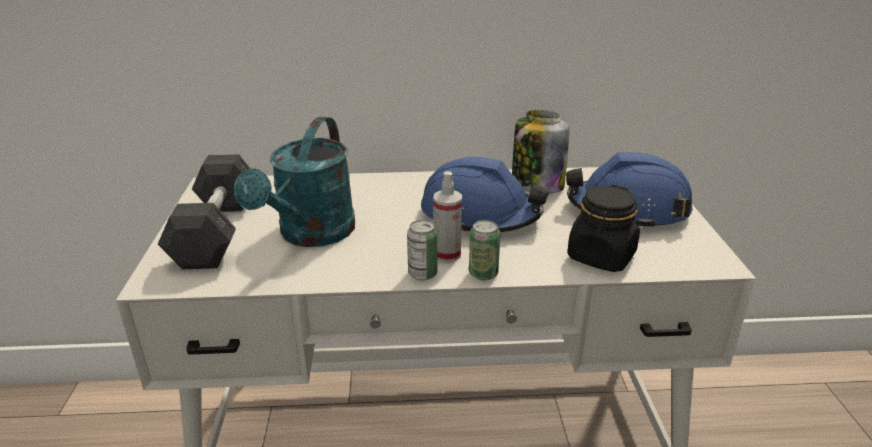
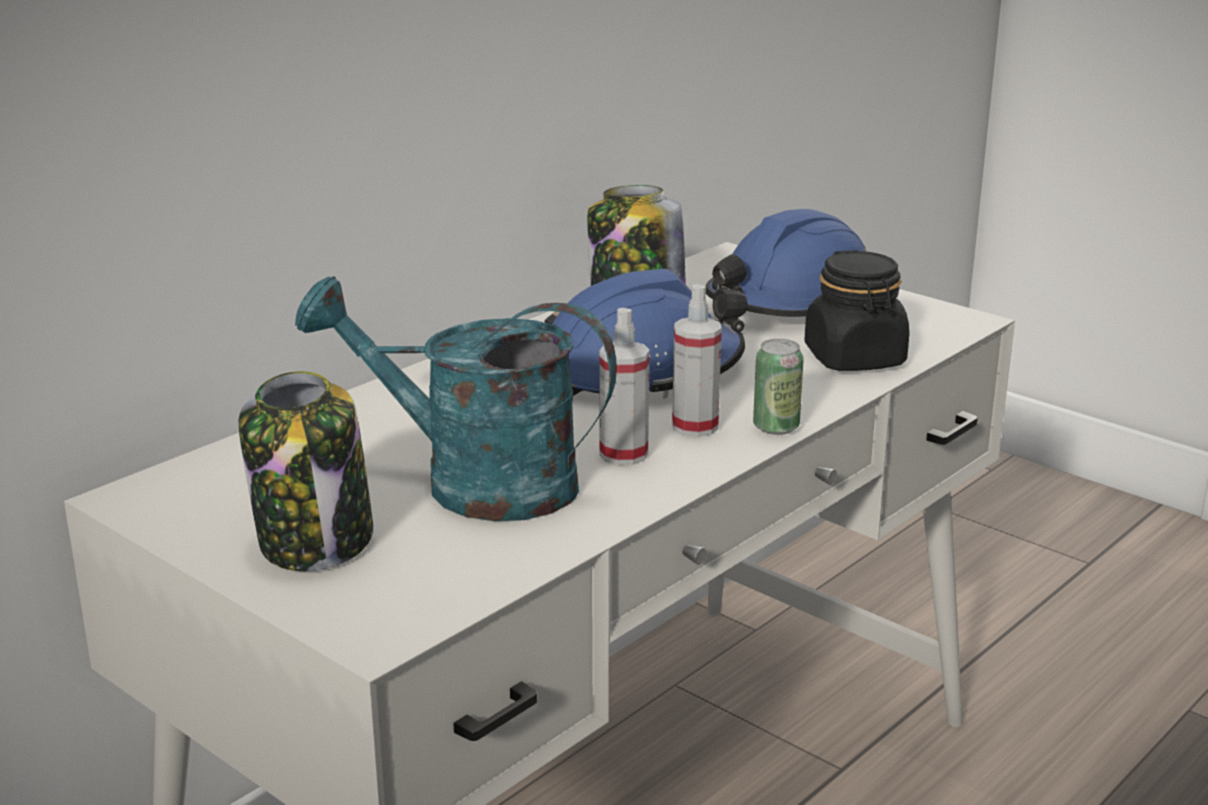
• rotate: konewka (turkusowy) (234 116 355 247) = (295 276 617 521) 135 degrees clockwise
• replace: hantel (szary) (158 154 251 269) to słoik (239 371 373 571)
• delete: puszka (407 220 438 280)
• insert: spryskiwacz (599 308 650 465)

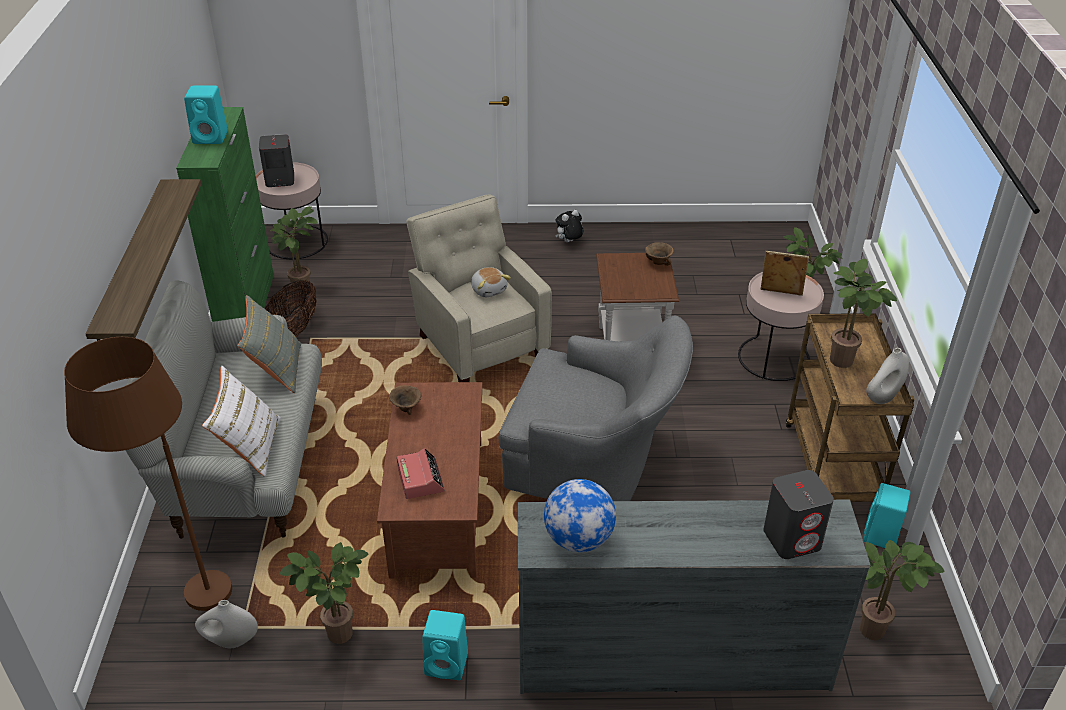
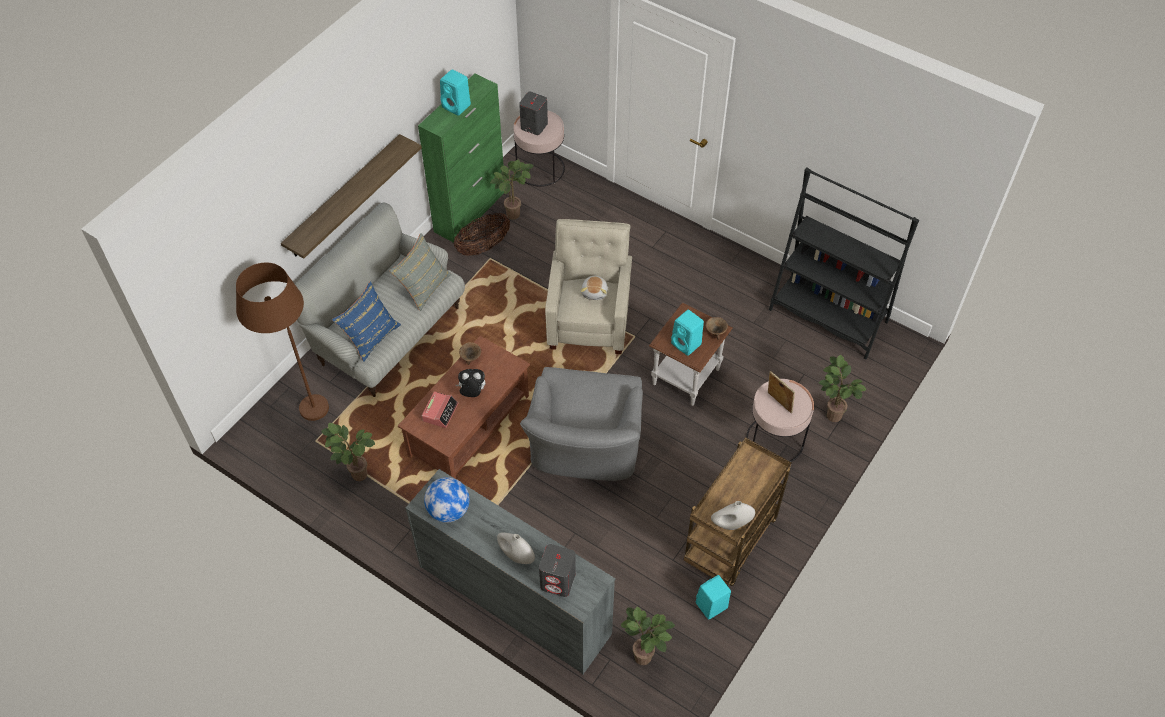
• move: pluszak (555 210 583 242) to (456 369 486 397)
• delete: roślina doniczkowa (830 259 897 368)
• rotate: fotel (szary) (499 315 693 501) = (520 367 643 481) 45 degrees clockwise
• recolor: poduszka (biały) (202 366 281 477) to poduszka (niebieski) (332 281 401 362)
• move: wazon (biały) (195 600 258 648) to (497 532 535 564)
• move: głośnik (turkusowy) (422 610 468 680) to (671 310 704 356)
• insert: regał (czarny) (769 167 919 359)

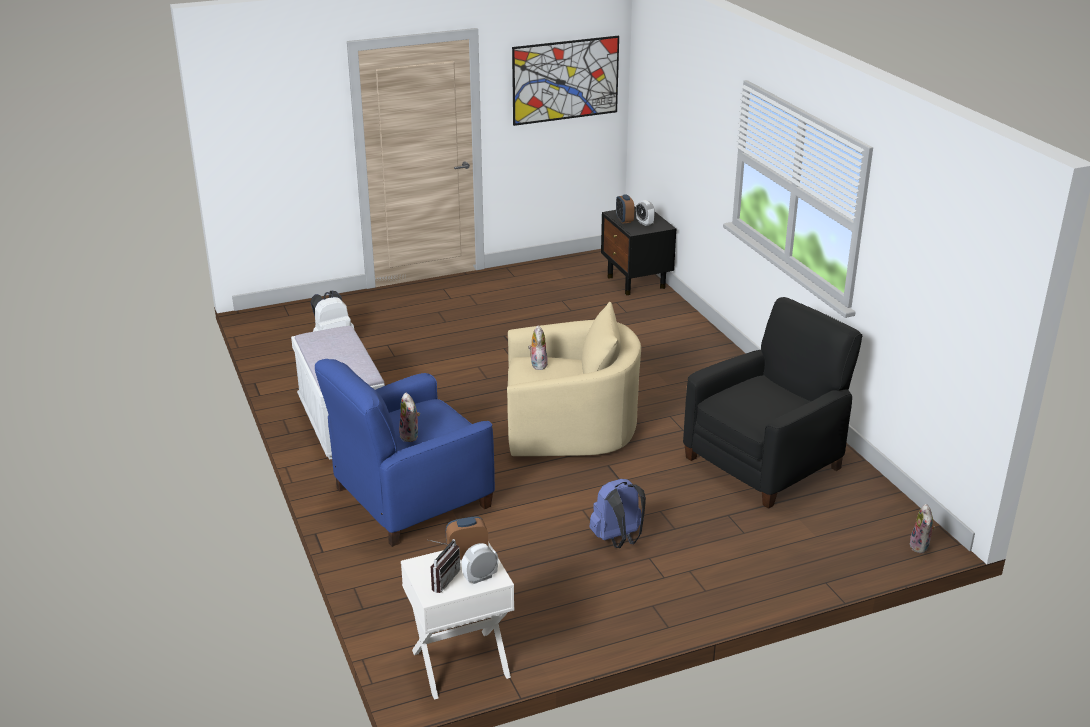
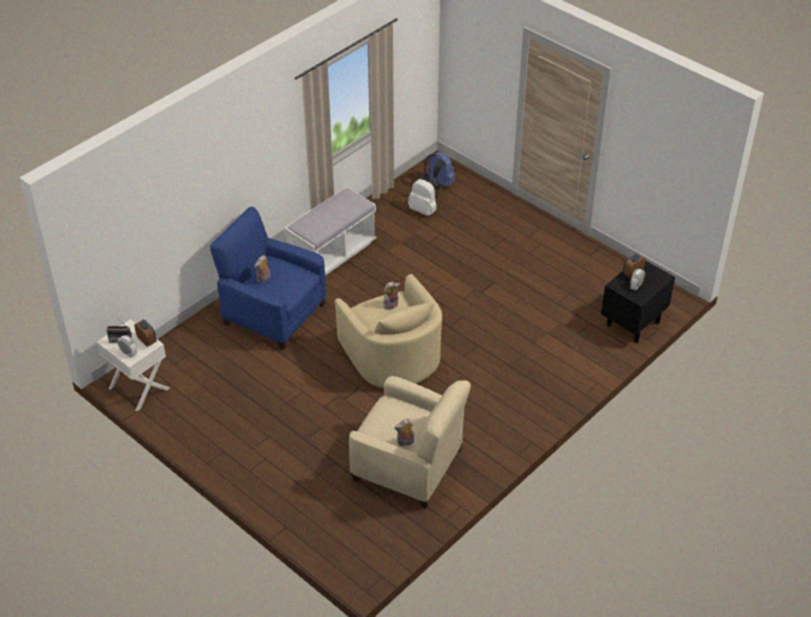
• delete: obraz (512 35 619 126)
• recolor: fotel (czarny) (683 297 862 509) to fotel (beżowy) (349 376 471 509)
• move: plecak (niebieski) (590 479 646 548) to (424 152 455 190)
• move: pluszak (909 504 936 553) to (394 418 414 446)

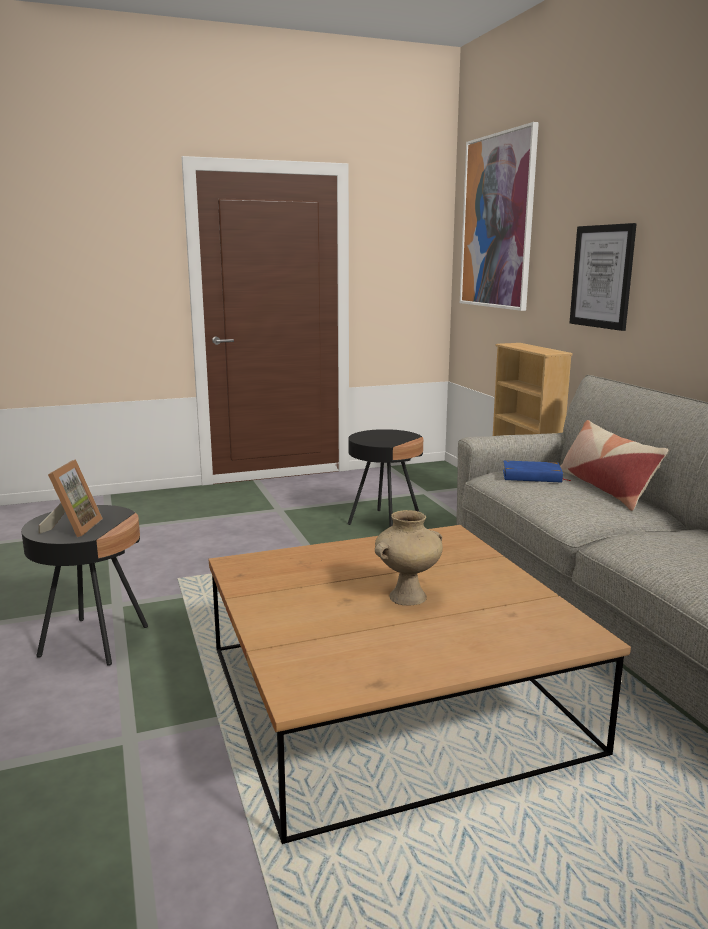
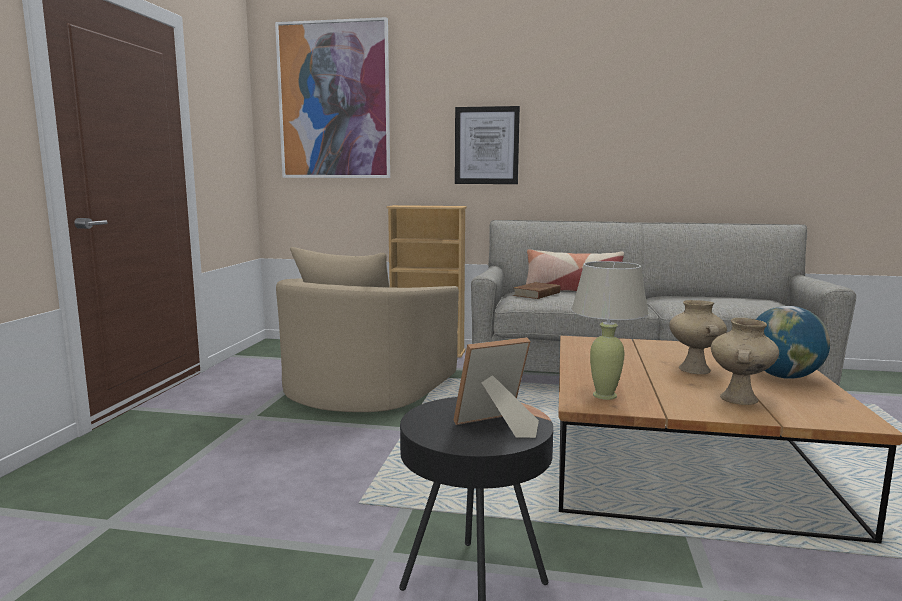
• replace: stolik (czarny) (348 429 423 527) to fotel (beżowy) (276 247 459 412)
• rotate: ramka na zdjęcie (39 459 103 537) = (453 337 539 438) 60 degrees counterclockwise
• recolor: książka (niebieski) (503 460 571 482) to książka (brązowy) (513 282 561 299)
• insert: lampa stołowa (beżowy) (572 261 649 400)
• insert: globus (756 306 830 379)
• insert: wazon (beżowy) (711 318 779 405)

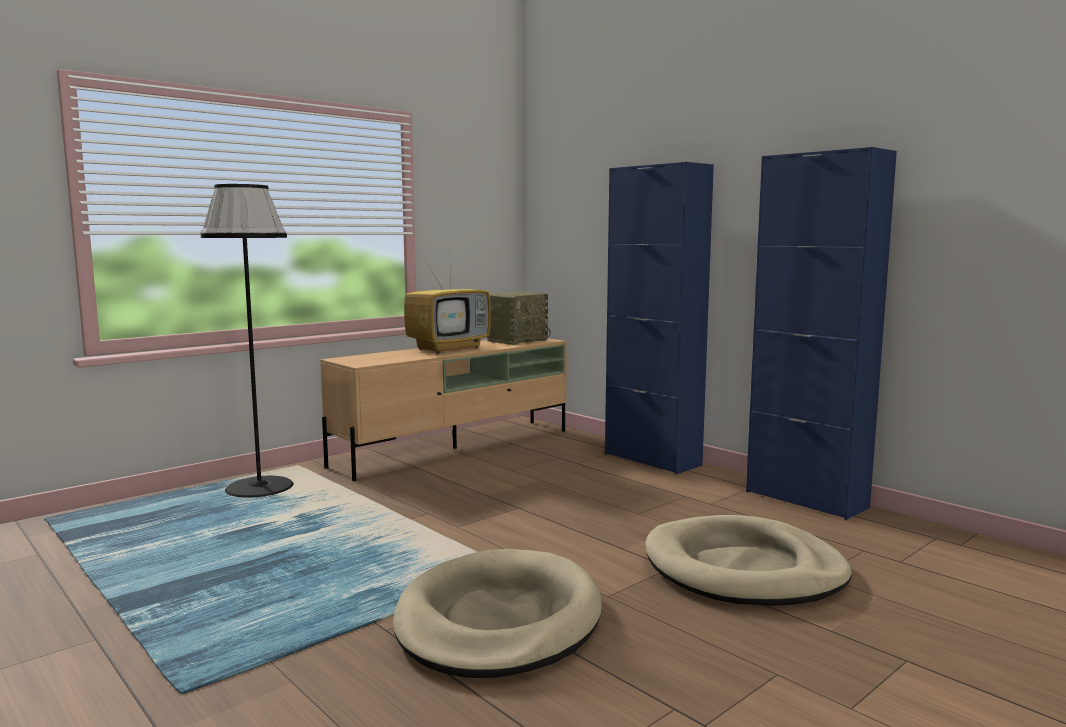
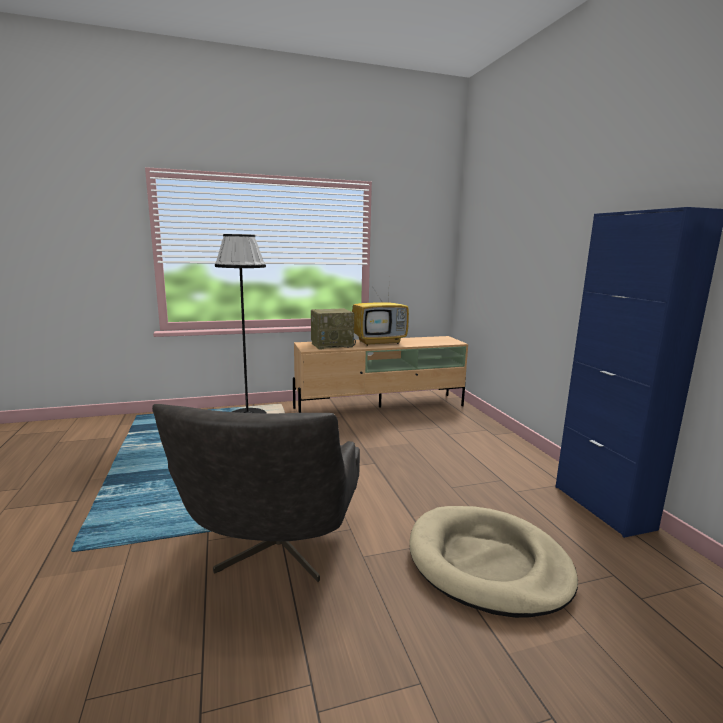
• delete: szafka (niebieski) (605 162 714 474)
• move: radio (487 292 551 345) to (311 308 356 349)
• replace: legowisko (beżowy) (393 549 602 678) to fotel (szary) (152 404 360 582)

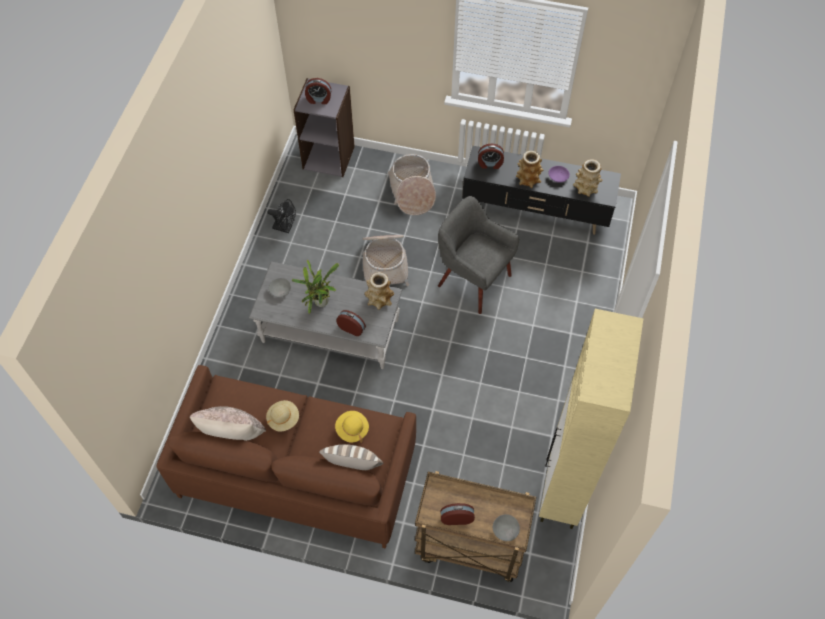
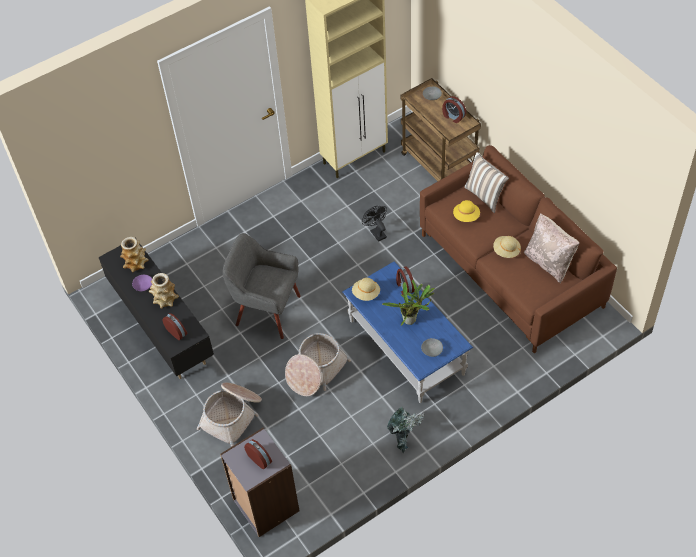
• rotate: fotel (szary) (438 196 519 314) = (223 233 301 339) 120 degrees clockwise
• move: wentylator (czarny) (268 199 296 233) to (362 206 387 242)
• recolor: ława (szary) (249 262 403 369) to ława (niebieski) (342 261 473 403)
• replace: wazon (364 272 394 310) to kapelusz (beżowy) (352 278 380 301)
• insert: roślina doniczkowa (387 407 424 453)

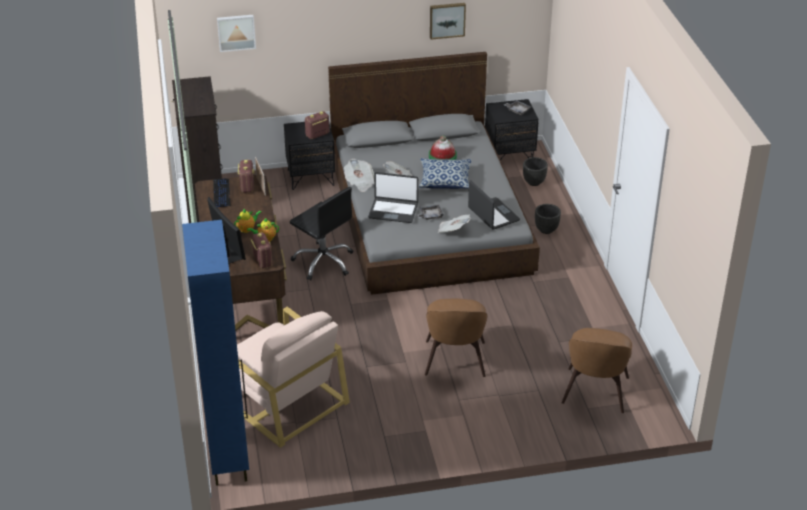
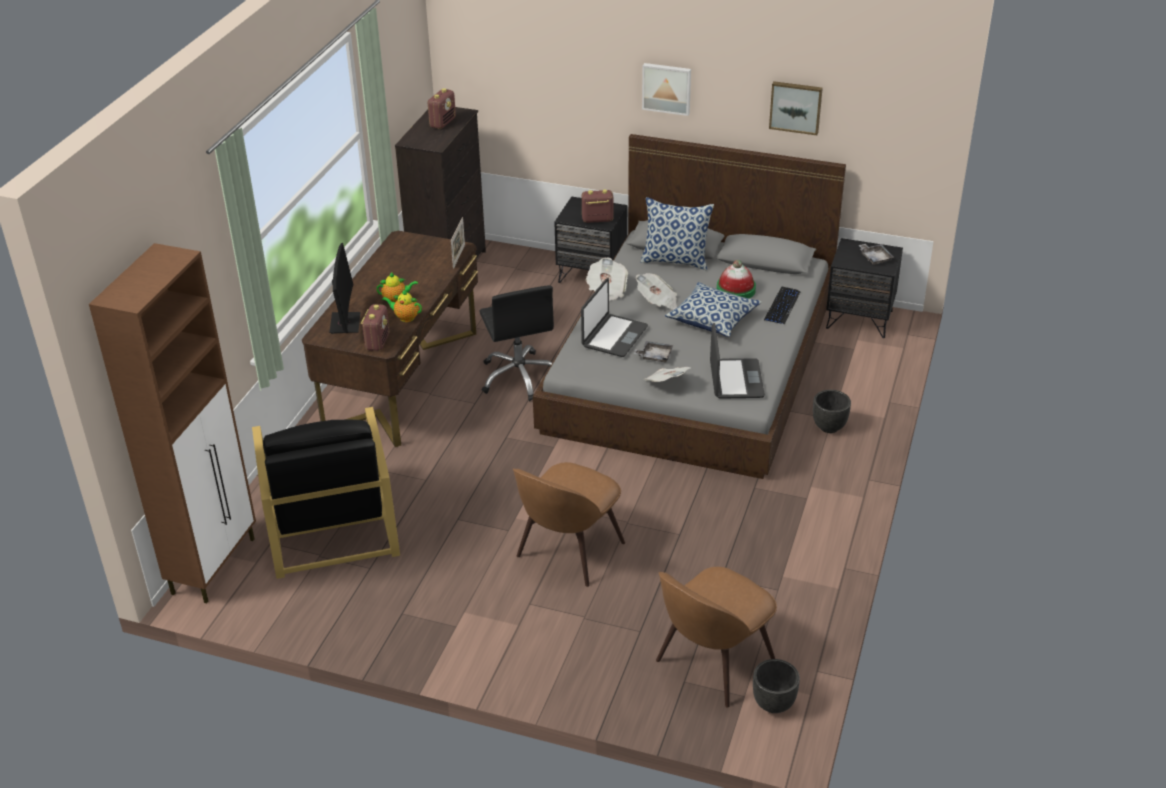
• move: obraz (217 15 256 52) to (642 63 691 116)
• move: donica (czarny) (523 157 548 186) to (753 659 800 713)
• move: radio (238 160 255 193) to (427 88 456 129)
• rotate: laptop (368 172 418 223) = (581 278 648 357) 105 degrees counterclockwise
• move: klawiatura (213 178 231 207) to (764 286 801 324)
• recolor: szafka (niebieski) (182 220 249 486) to szafka (brązowy) (89 243 256 603)
• recolor: fotel (beżowy) (237 307 350 448) to fotel (czarny) (252 407 400 579)
• insert: poduszka (641 197 714 270)

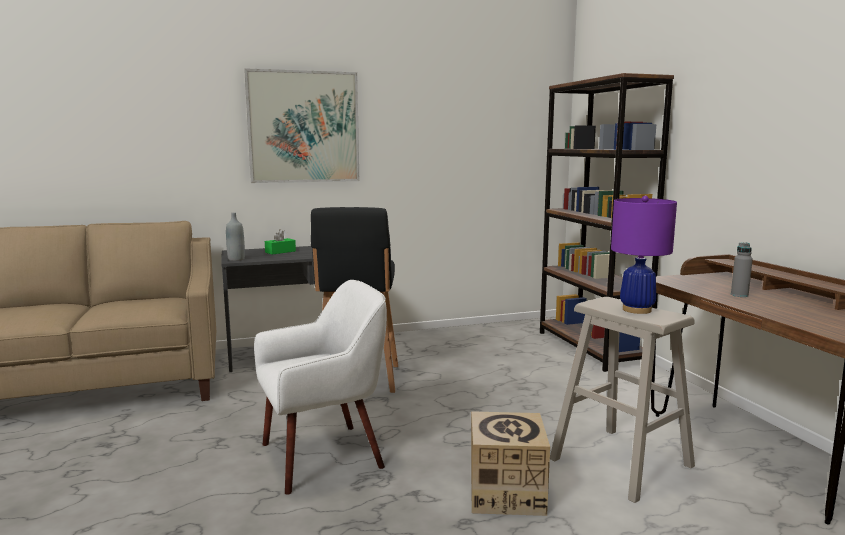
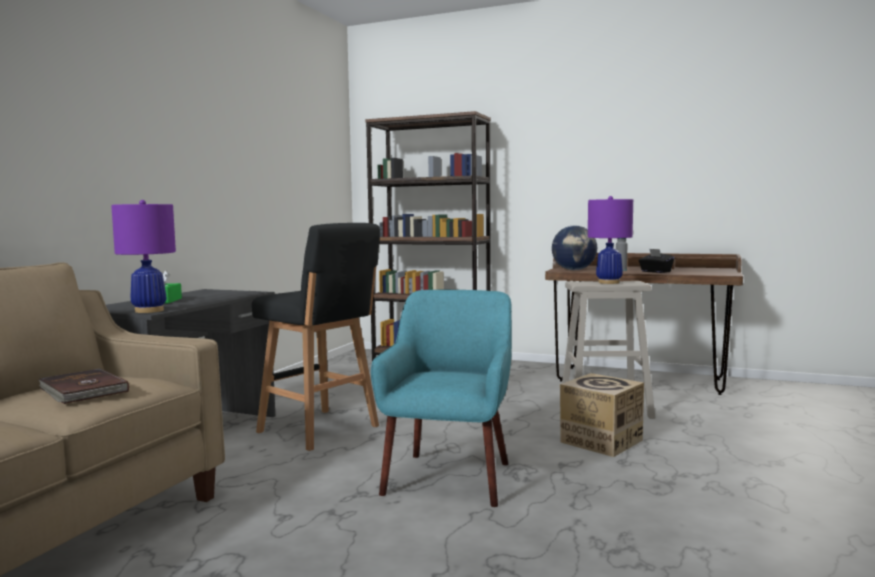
• delete: obraz (244 68 359 183)
• replace: butelka (szary) (226 213 245 261) to lampa stołowa (fioletowy) (111 200 176 313)
• recolor: fotel (biały) (254 280 387 495) to fotel (turkusowy) (371 290 512 507)
• insert: globus (552 225 597 270)
• insert: pudełko chusteczek (czarny) (639 249 674 273)
• insert: książka (brązowy) (38 368 129 404)

